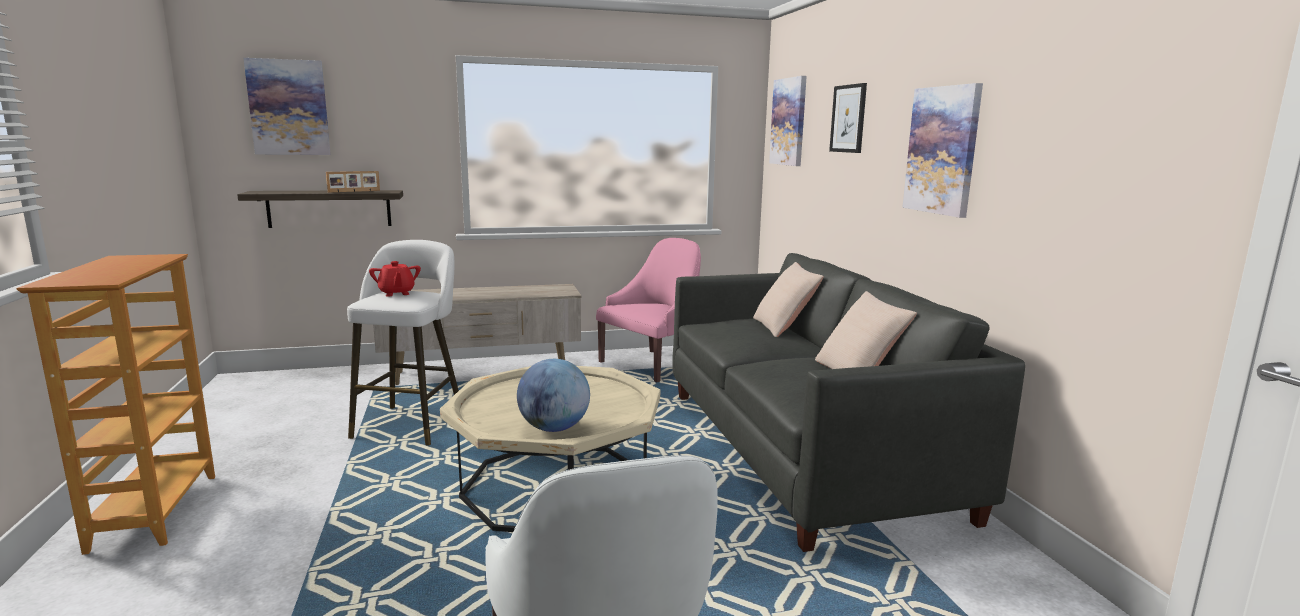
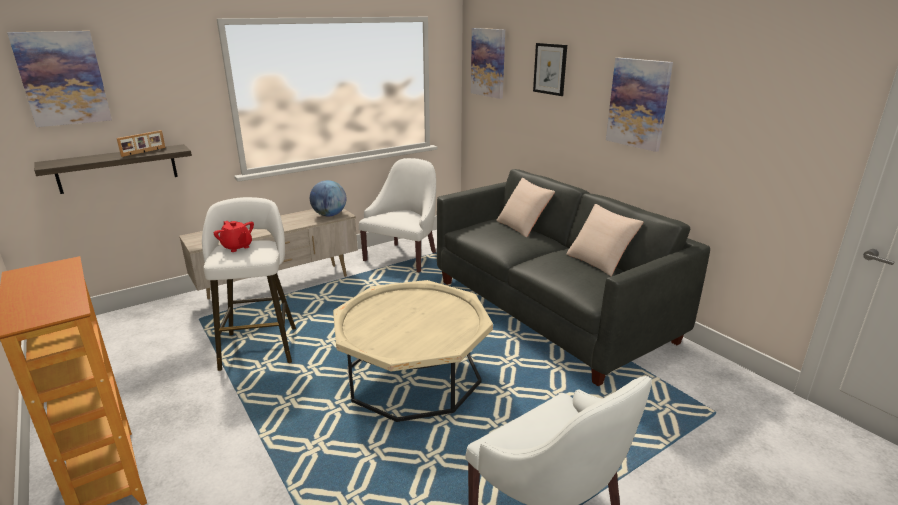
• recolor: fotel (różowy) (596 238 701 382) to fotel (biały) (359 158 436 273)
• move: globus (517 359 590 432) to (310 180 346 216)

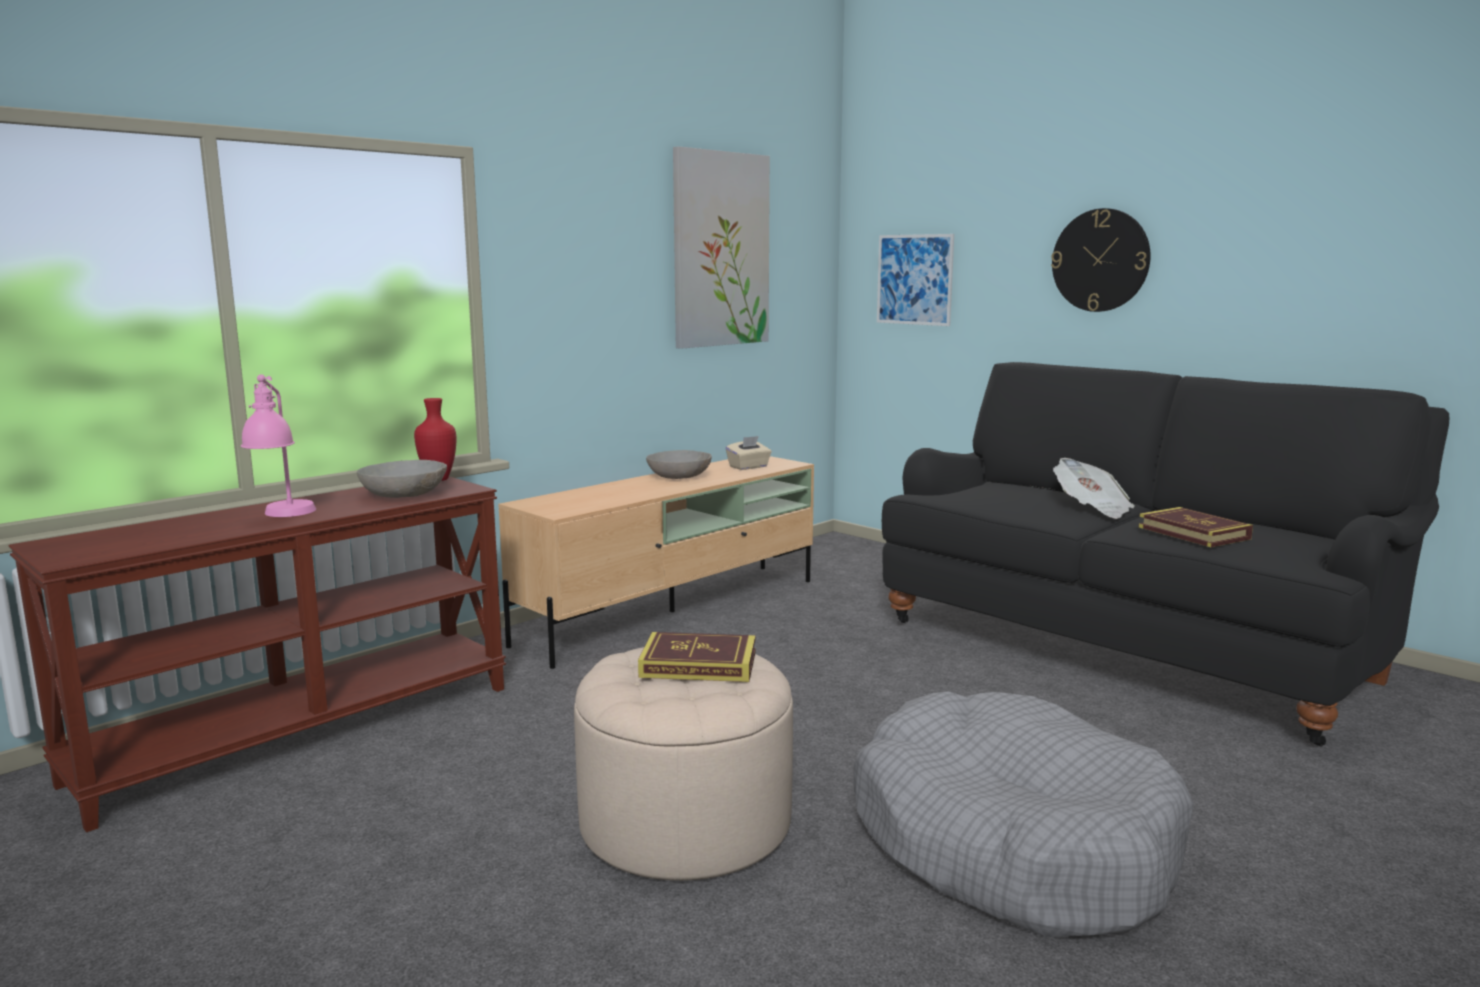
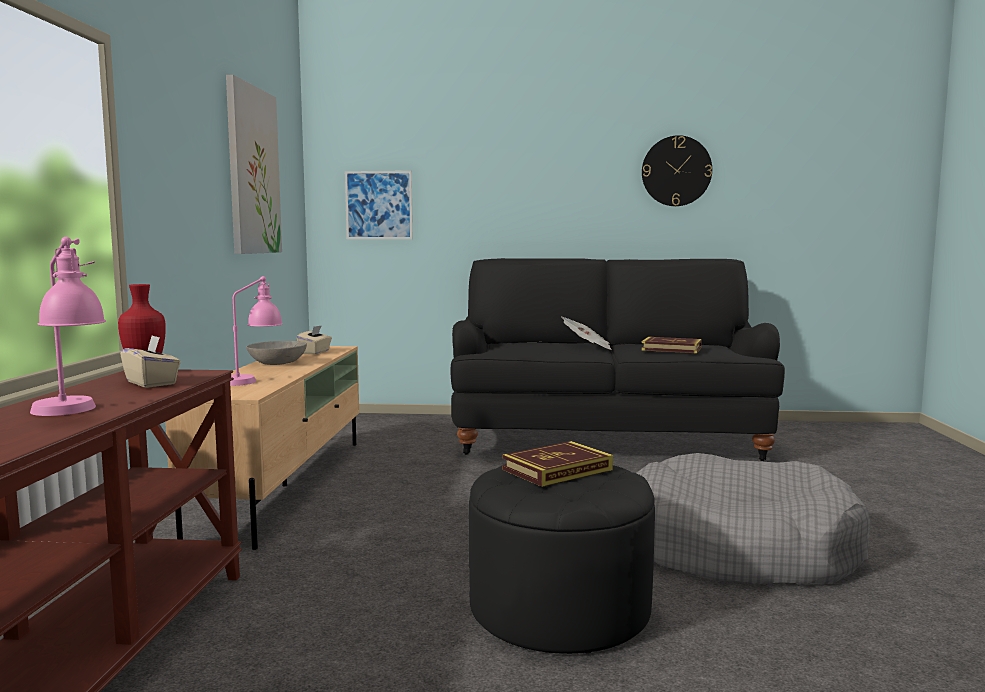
• move: zegar ścienny (1051 208 1151 312) to (642 135 712 206)
• replace: miska (szary) (357 460 447 498) to pudełko chusteczek (beżowy) (120 335 181 388)
• recolor: pufa (beżowy) (574 647 793 881) to pufa (czarny) (469 464 655 654)
• insert: lampa stołowa (różowy) (230 276 283 386)

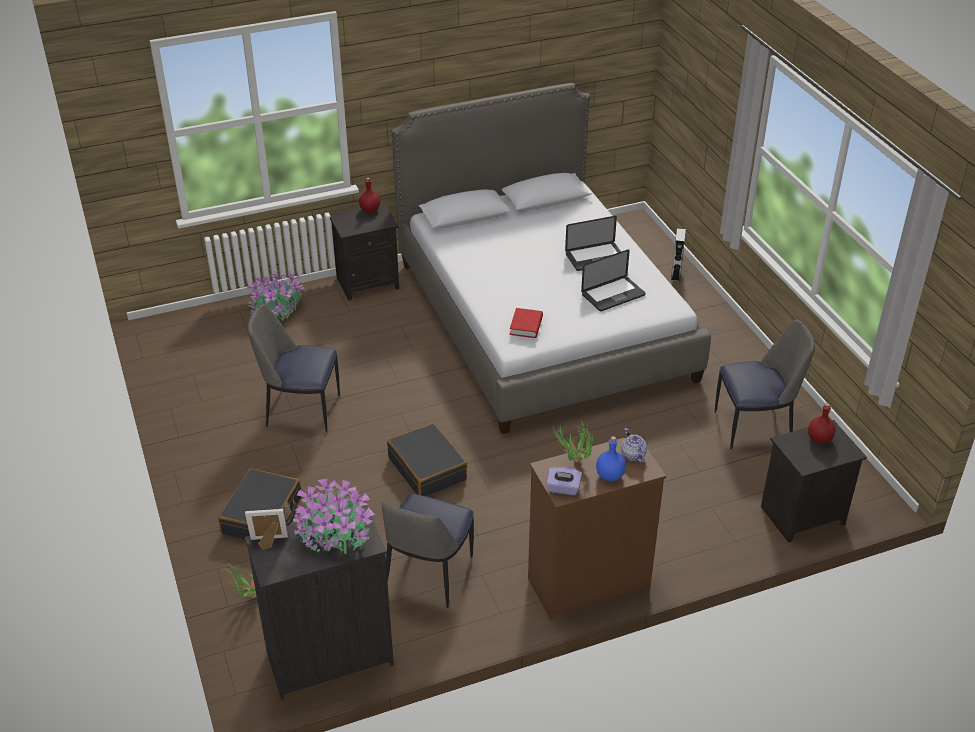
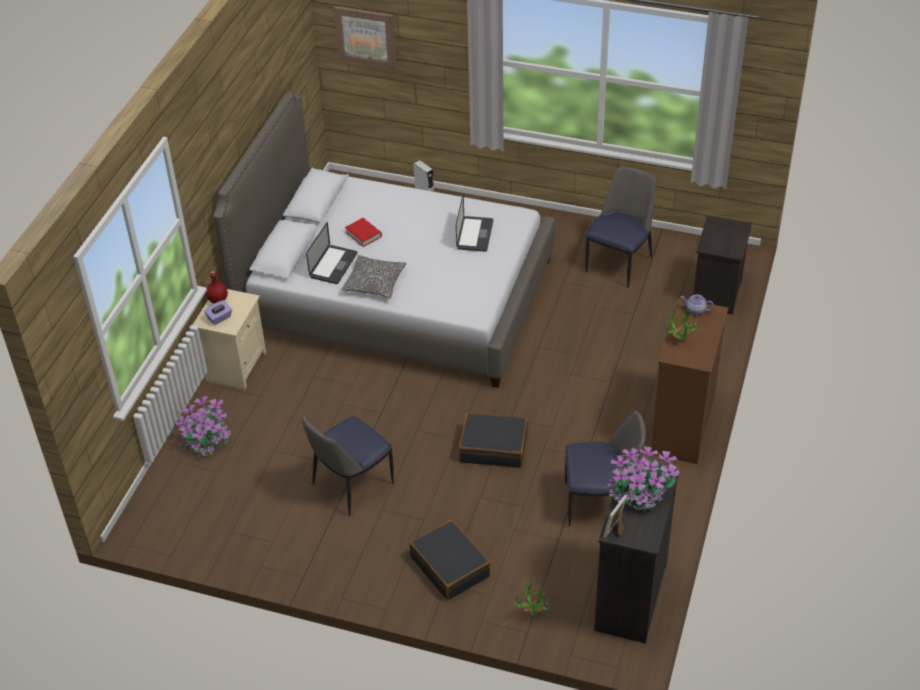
• recolor: szafka nocna (czarny) (329 202 399 301) to szafka nocna (beżowy) (192 289 266 390)
• move: laptop (565 216 621 271) to (306 222 357 284)
• move: książka (czerwony) (510 308 543 338) to (345 218 382 247)
• delete: butelka (czerwony) (808 403 835 444)
• delete: butelka (niebieski) (596 436 626 481)
• move: pudełko chusteczek (fioletowy) (546 467 582 495) to (204 300 232 325)
• rotate: krzesło (381 494 474 608) = (565 410 646 526) 60 degrees counterclockwise
• insert: obraz (333 6 396 69)
• insert: poduszka (342 255 406 298)

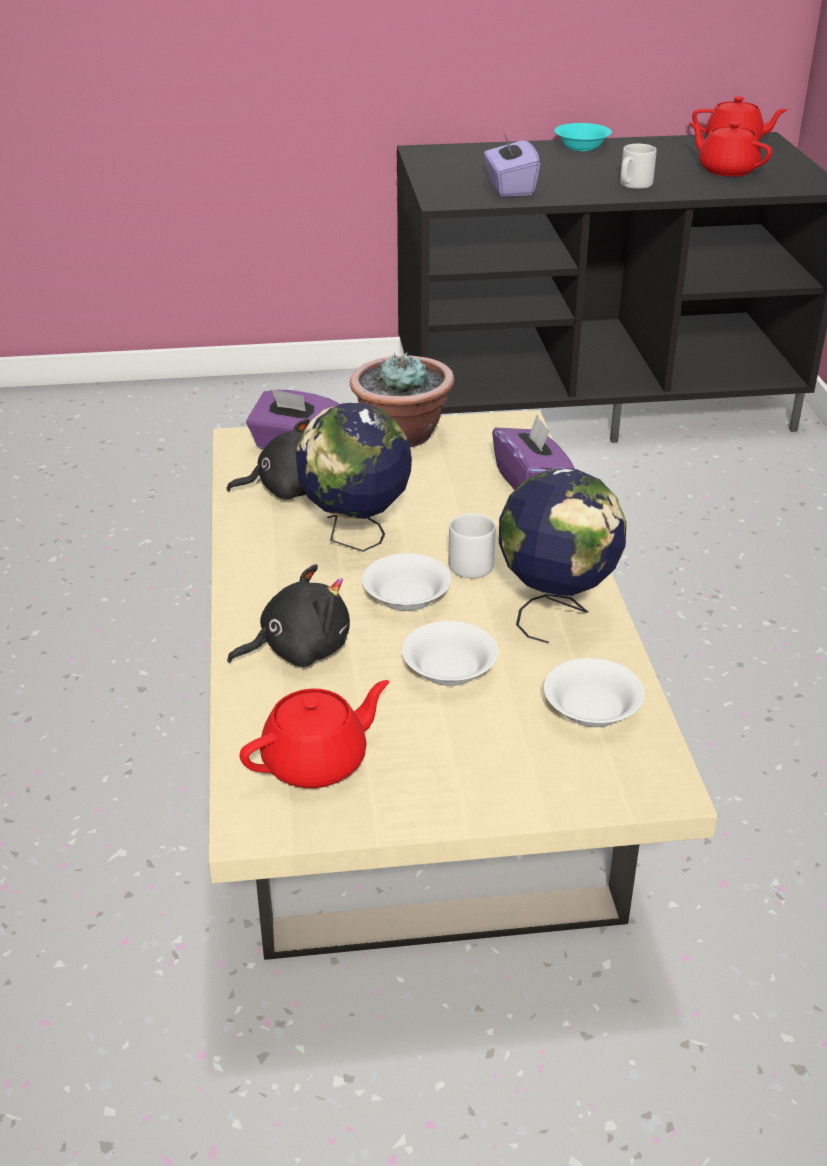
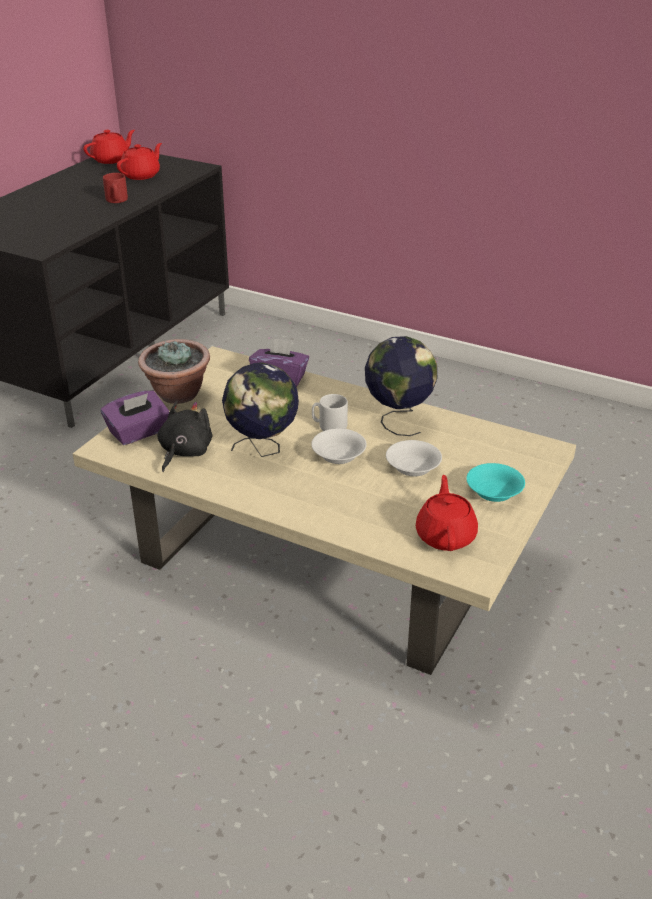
• rotate: imbryk (czerwony) (690 121 772 177) = (117 143 162 180) 135 degrees clockwise
• move: miska (turkusowy) (554 123 612 151) to (466 463 525 502)
• delete: pudełko chusteczek (fioletowy) (484 133 540 197)
• recolor: kubek (szary) (620 144 657 189) to kubek (czerwony) (103 173 128 203)
• delete: pluszak (czarny) (227 564 350 667)
• delete: miska (biały) (544 658 645 727)

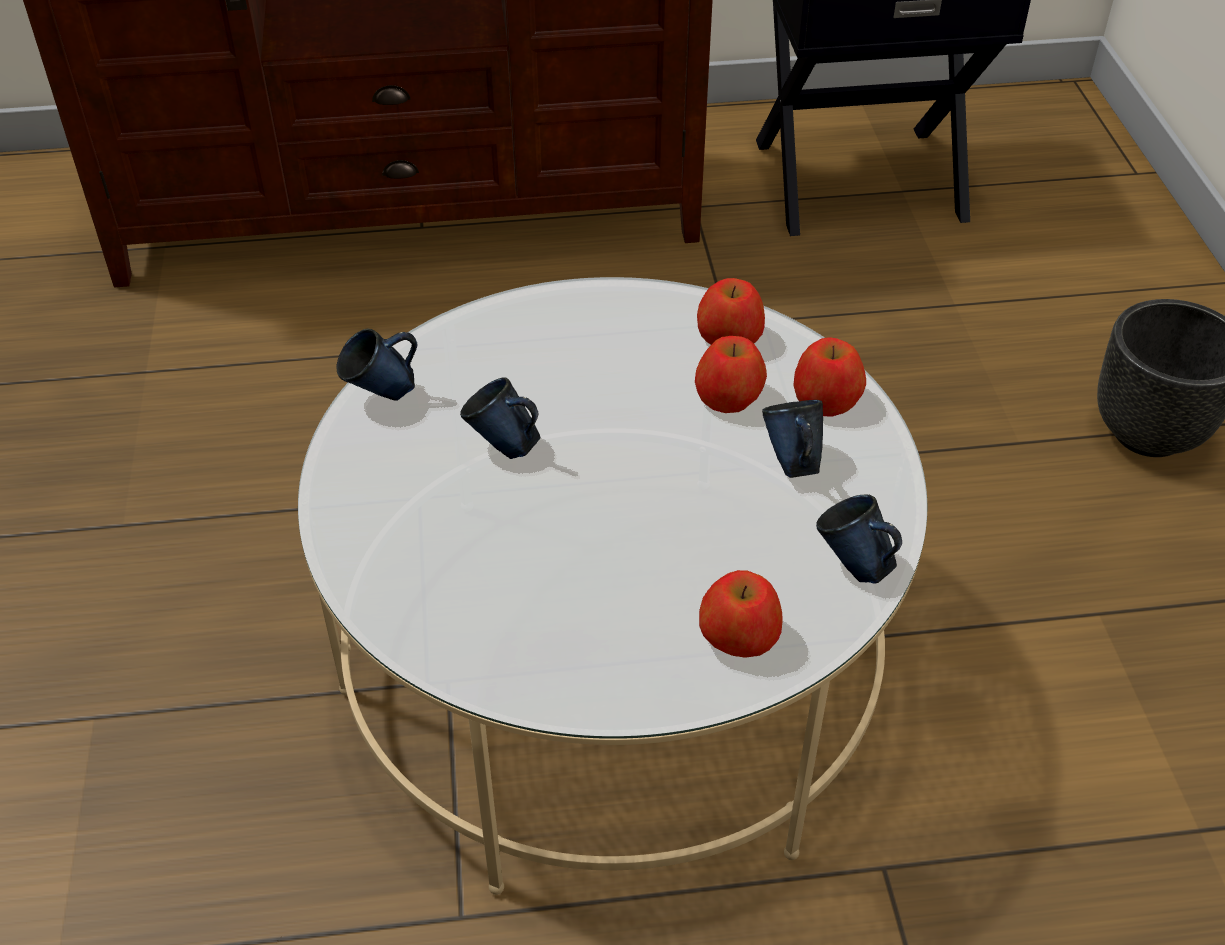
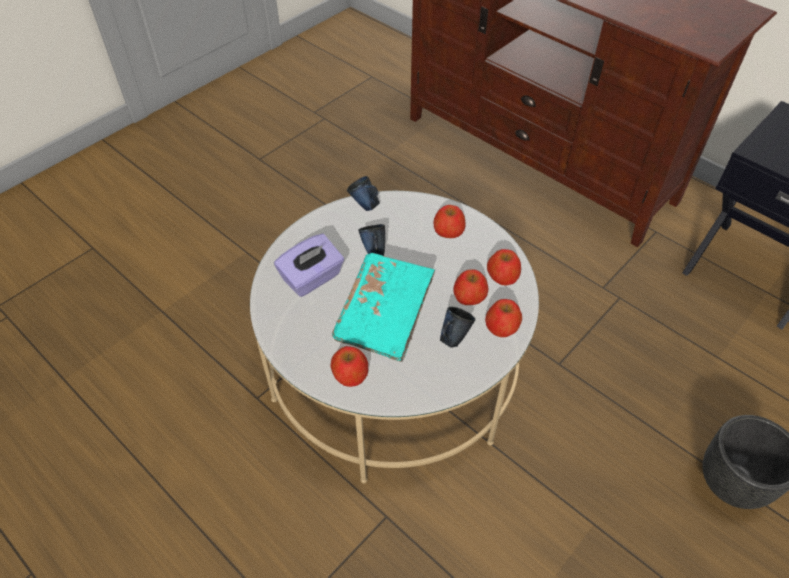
• delete: kubek (niebieski) (816 494 902 583)
• insert: jabłko (434 205 466 238)
• insert: pudełko chusteczek (fioletowy) (274 234 344 297)
• insert: książka (turkusowy) (332 253 435 362)

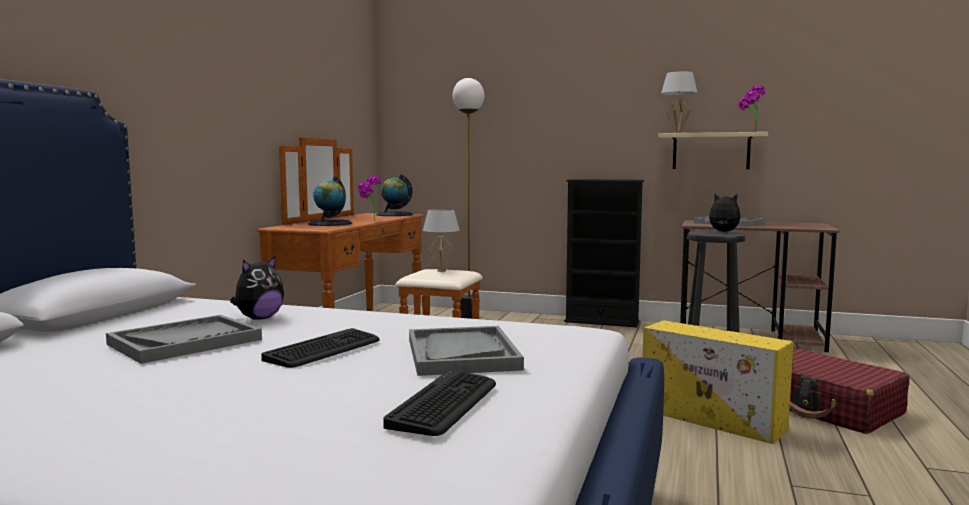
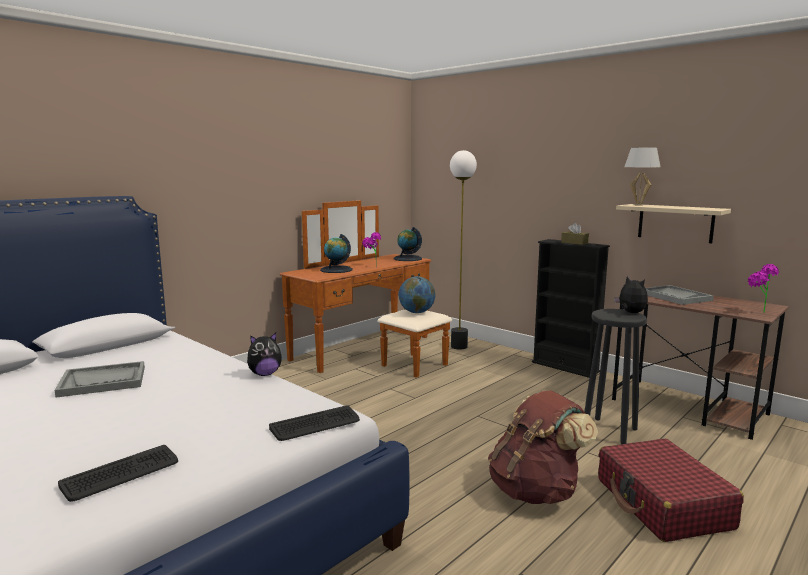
• move: roślina doniczkowa (738 85 765 132) to (748 264 779 313)
• replace: lampa stołowa (biały) (423 209 460 272) to globus (399 276 436 313)
• move: pluszak (230 256 284 320) to (247 333 282 376)
• replace: pojemnik do przechowywania (żółty) (643 320 794 444) to plecak (brązowy) (488 390 598 504)
• delete: taca (szary) (409 326 524 376)
• move: klawiatura (261 328 379 368) to (269 405 360 441)
• insert: pudełko chusteczek (brązowy) (561 223 589 245)

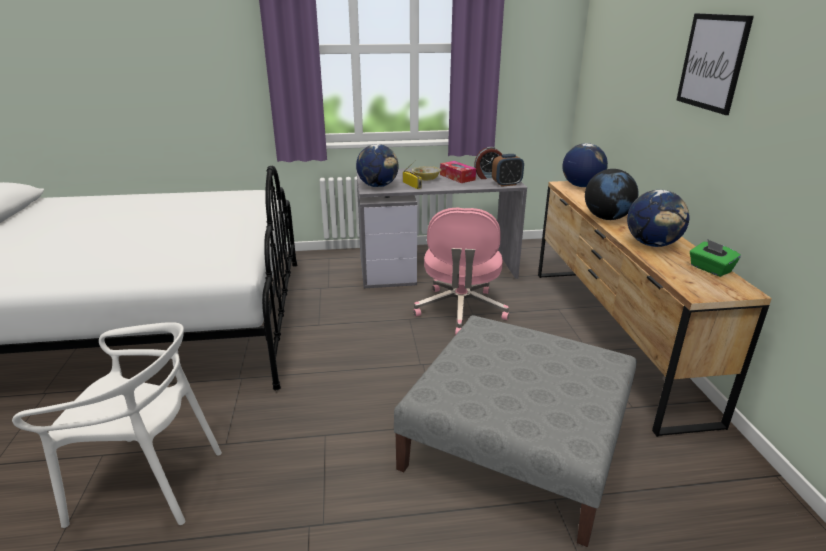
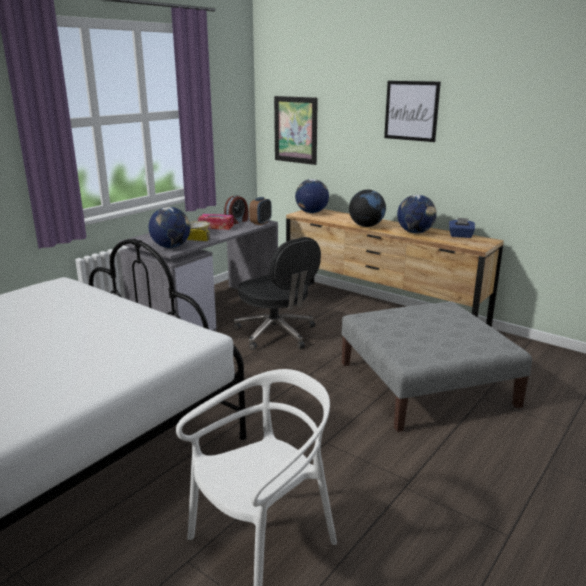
• recolor: krzesło biurowe (różowy) (413 208 509 335) to krzesło biurowe (czarny) (234 237 321 350)
• recolor: pudełko chusteczek (zielony) (690 240 741 277) to pudełko chusteczek (niebieski) (449 218 475 238)
• insert: obraz (274 96 318 165)

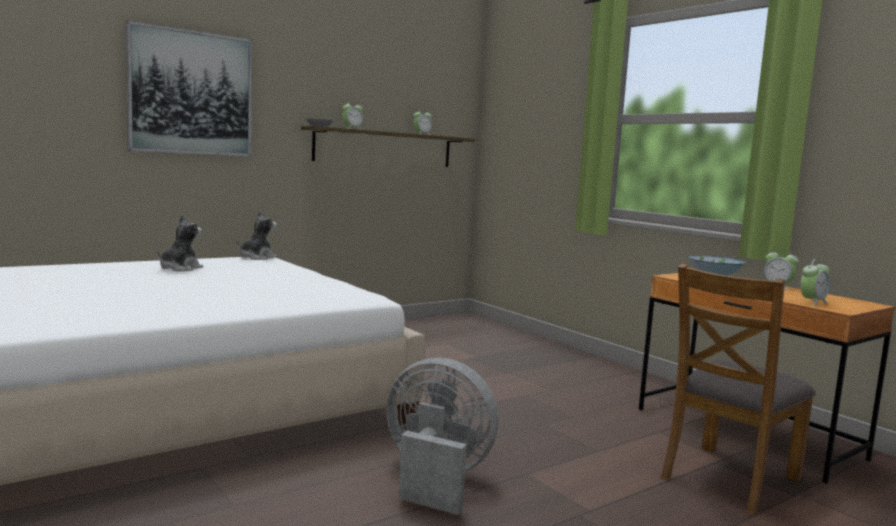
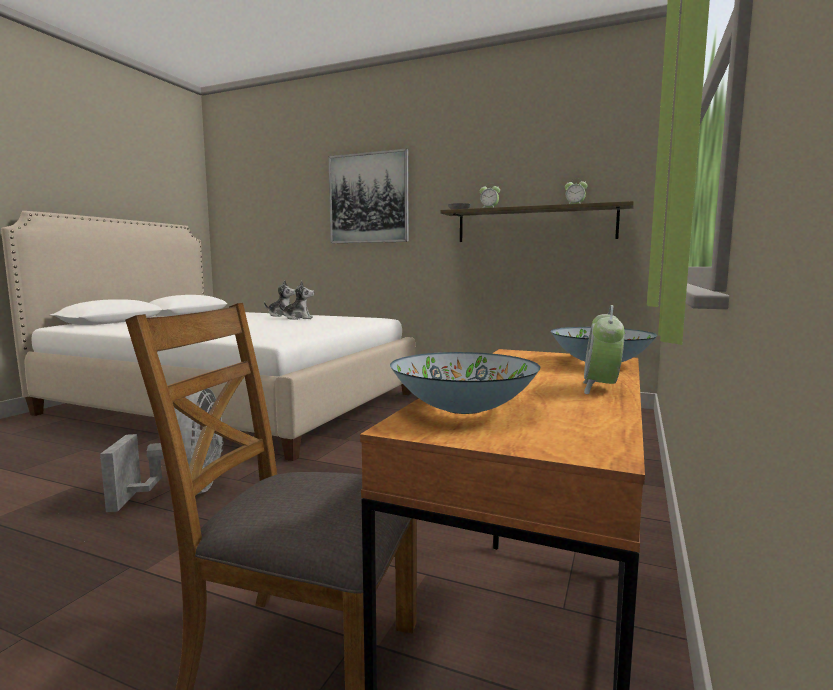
• move: pluszak (236 210 277 260) to (264 280 296 317)
• replace: budzik (801 259 830 305) to miska (390 352 540 414)

